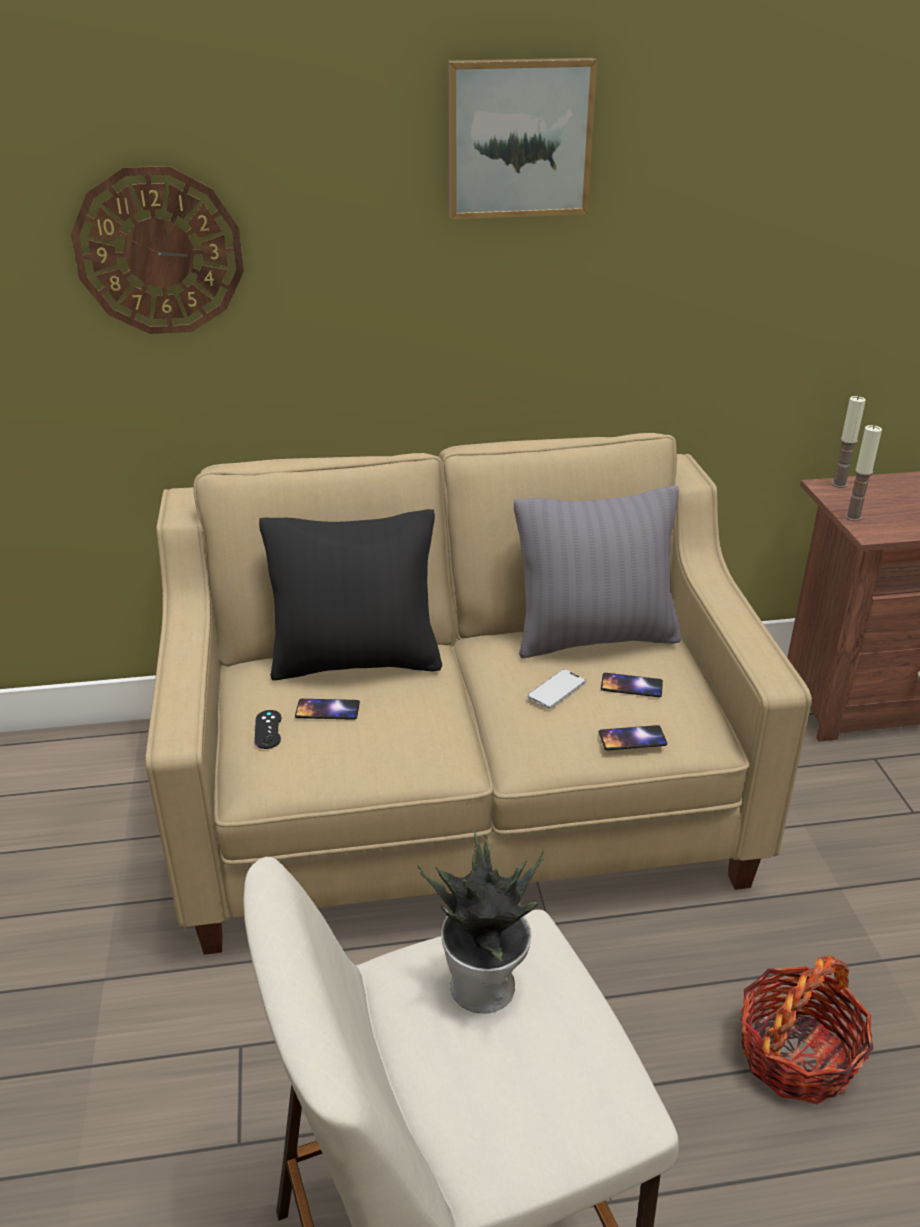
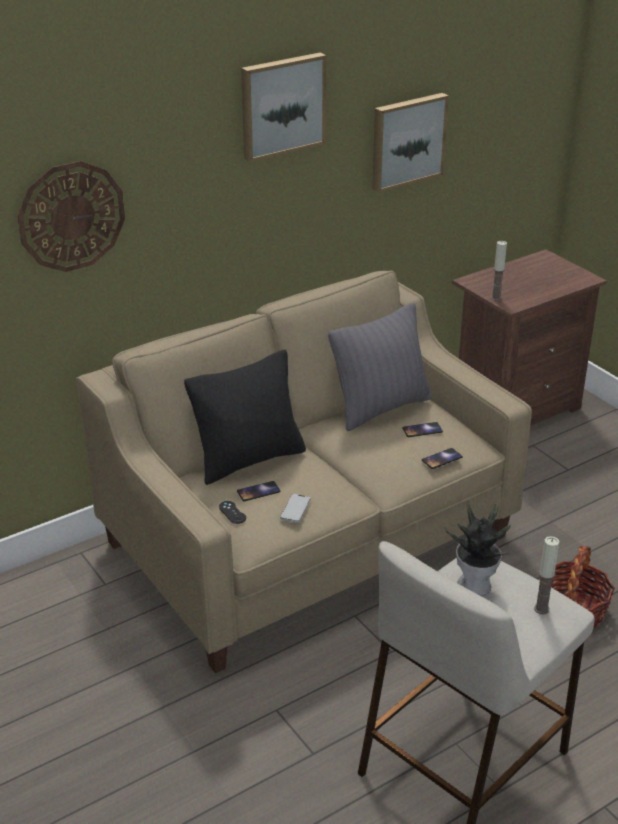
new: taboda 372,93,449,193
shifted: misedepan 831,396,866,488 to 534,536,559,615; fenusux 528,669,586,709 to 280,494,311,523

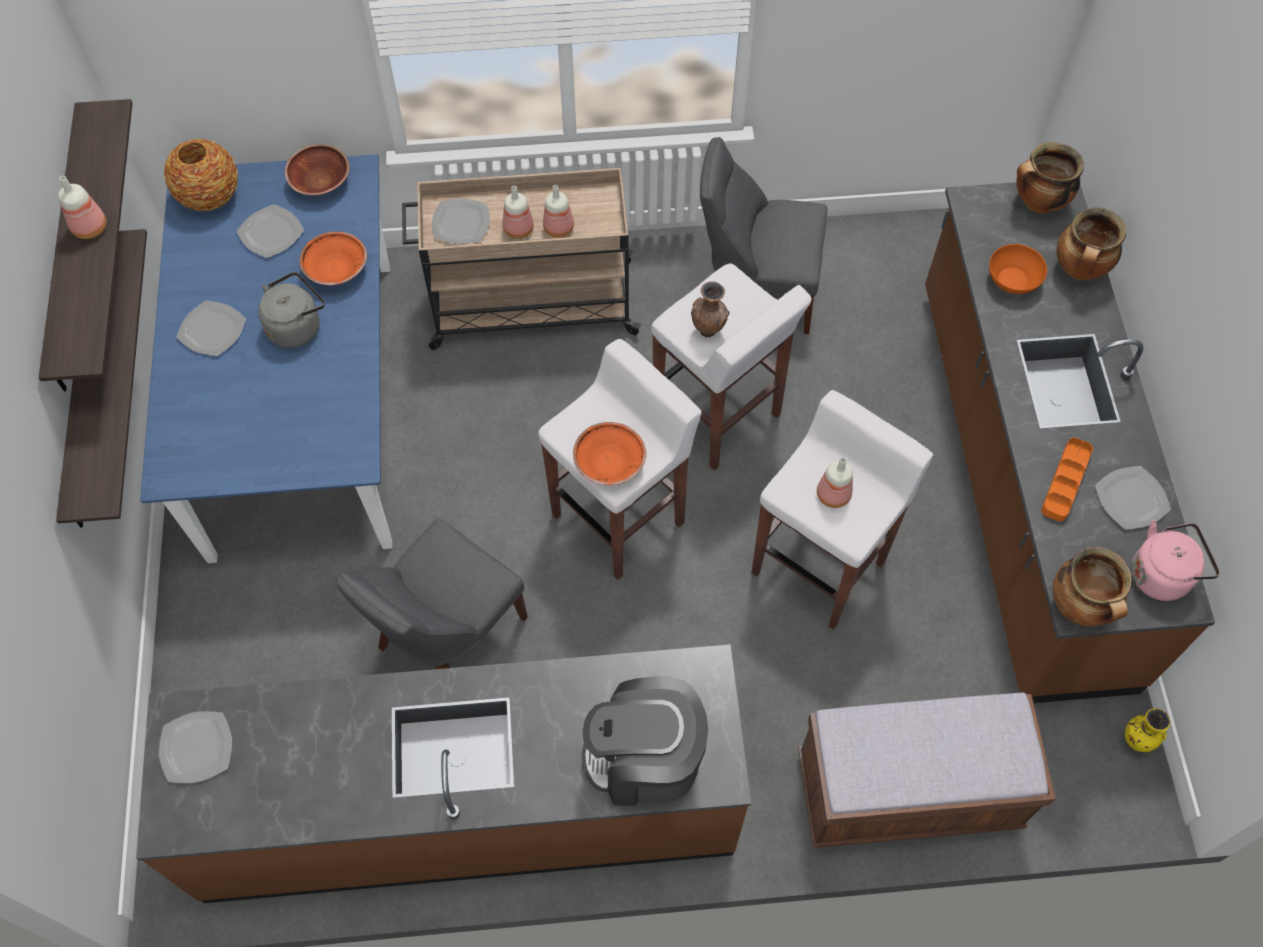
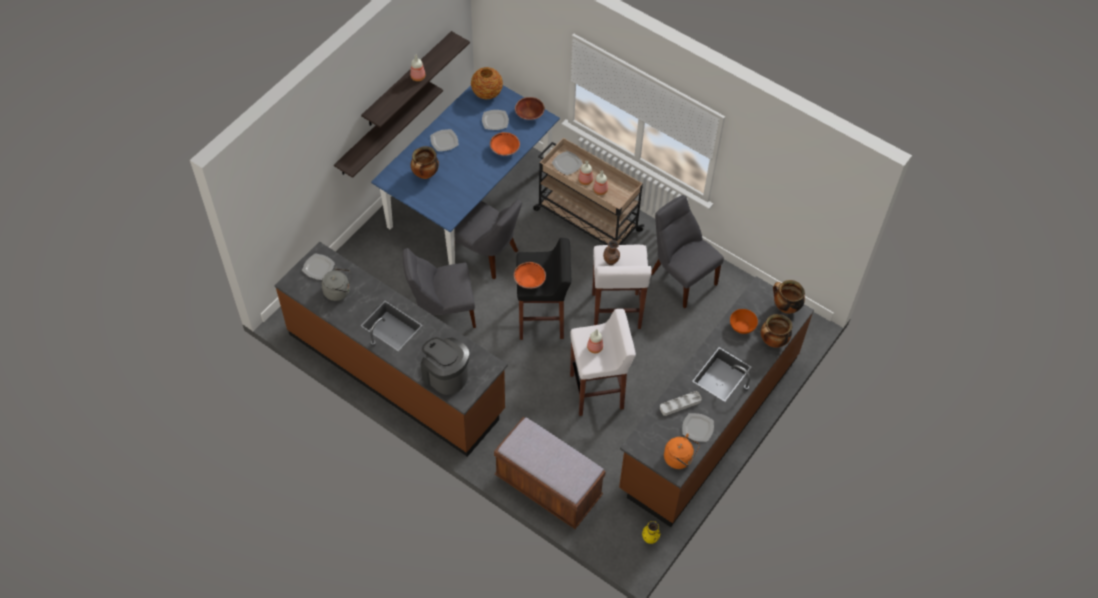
new: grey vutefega 454,199,522,279
shifted: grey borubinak 258,272,325,348 to 321,266,351,301; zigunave 1053,547,1132,627 to 411,146,439,179
repainted: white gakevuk 538,339,702,580 to black gakevuk 516,238,571,340; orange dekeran 1041,438,1093,521 to grey dekeran 660,391,702,416; pink borubinak 1131,520,1220,601 to orange borubinak 664,433,700,469

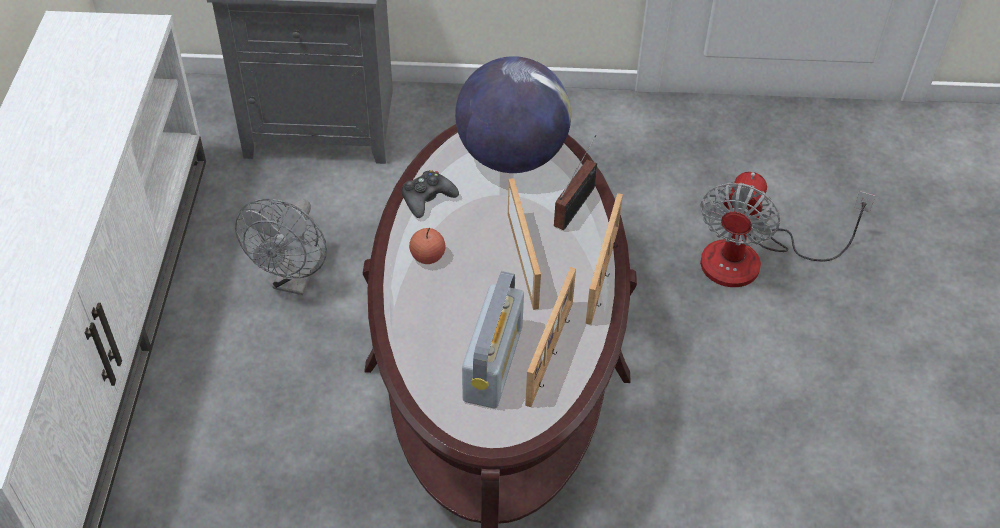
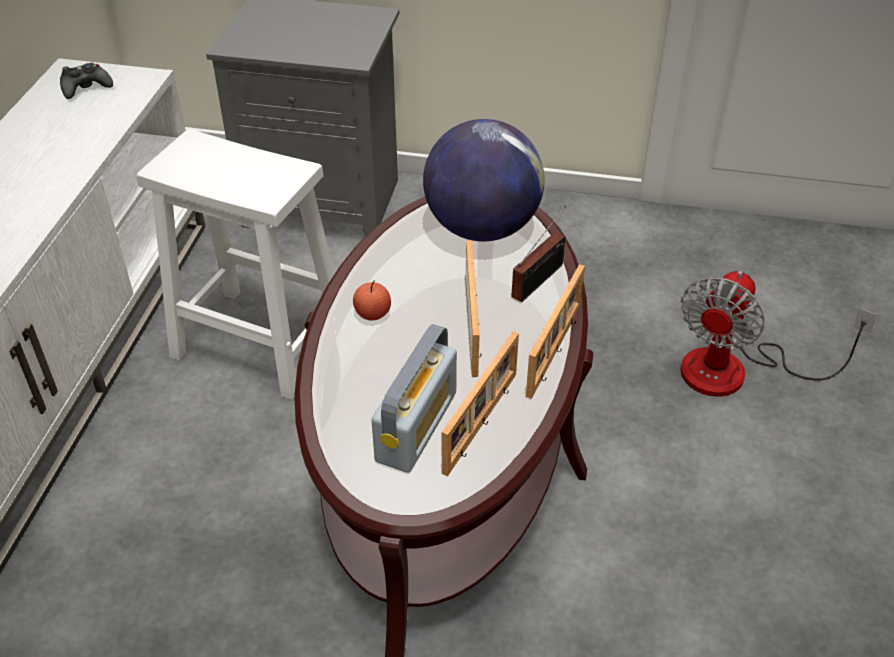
shifted: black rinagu 402,170,459,218 to 60,62,113,99
swapped: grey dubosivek 235,199,327,295 to white gakevuk 137,129,334,400

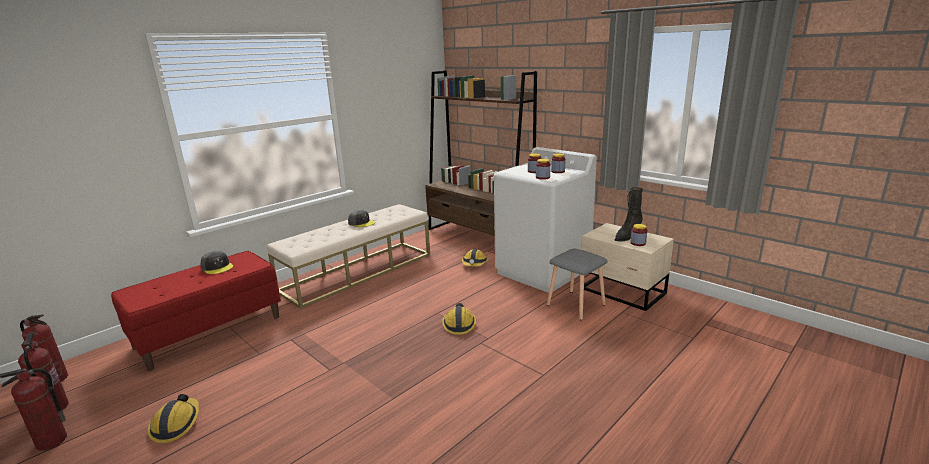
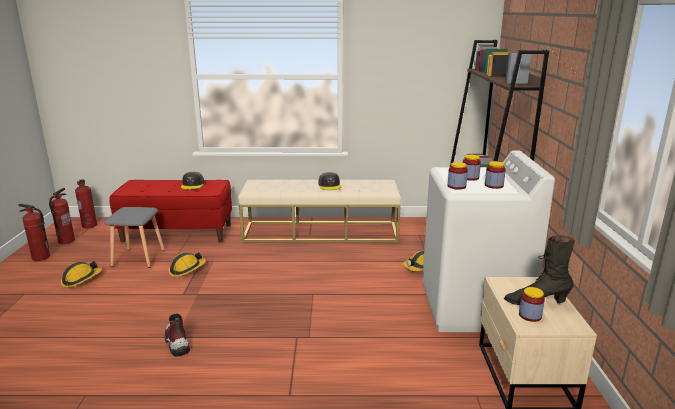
new: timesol 165,313,190,357
shifted: grey gakevuk 547,248,607,320 to 104,207,165,268; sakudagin 442,303,476,335 to 169,252,206,277

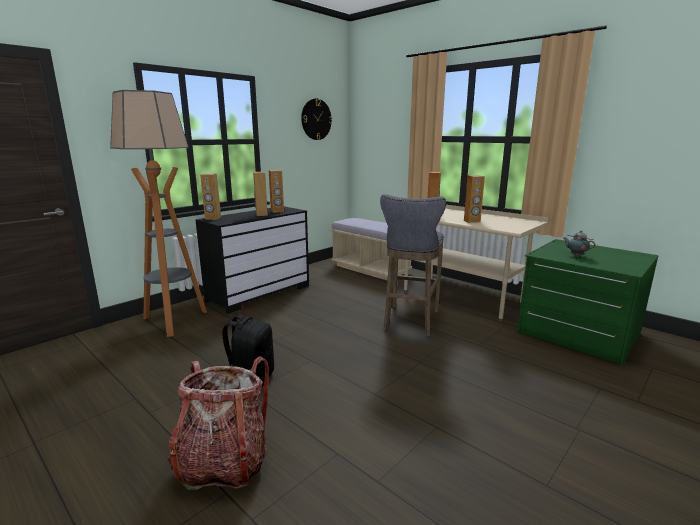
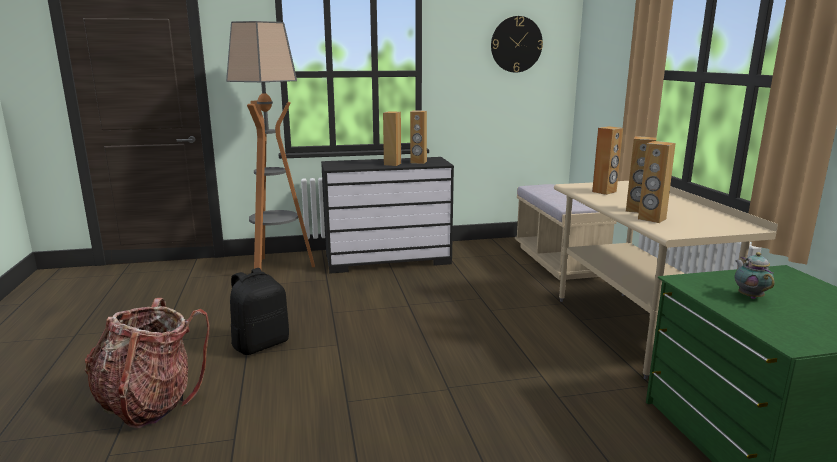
gone: grey gakevuk 380,194,446,336
shifted: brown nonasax 200,173,221,220 to 638,141,676,223

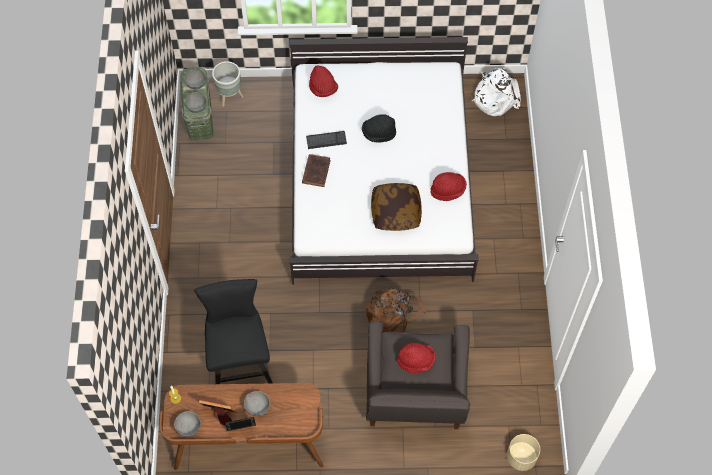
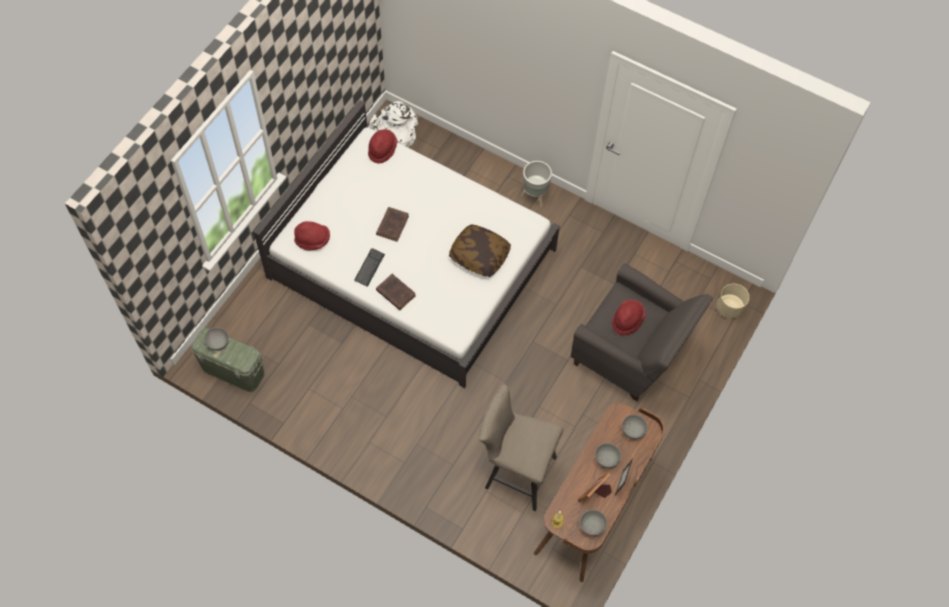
gone: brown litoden 365,288,427,332
shifted: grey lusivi 212,61,243,107 to 521,161,552,207; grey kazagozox 185,93,207,113 to 622,415,648,439; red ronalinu 430,172,467,201 to 368,129,397,164
swapped: black ronalinu 362,114,396,143 to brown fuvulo 376,207,409,242
repainted: black gakevuk 194,279,273,384 to beige gakevuk 479,384,563,511

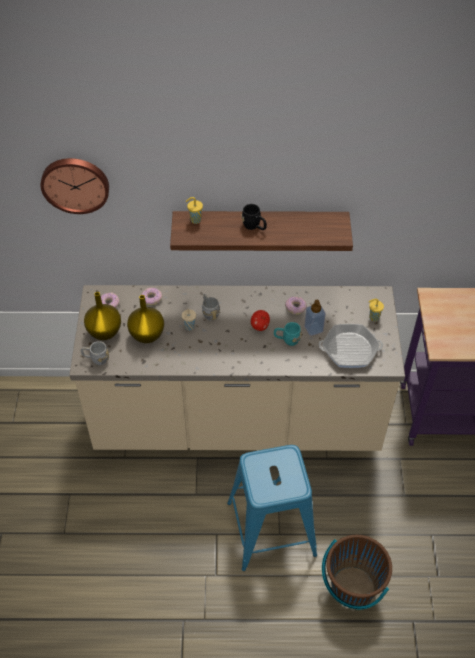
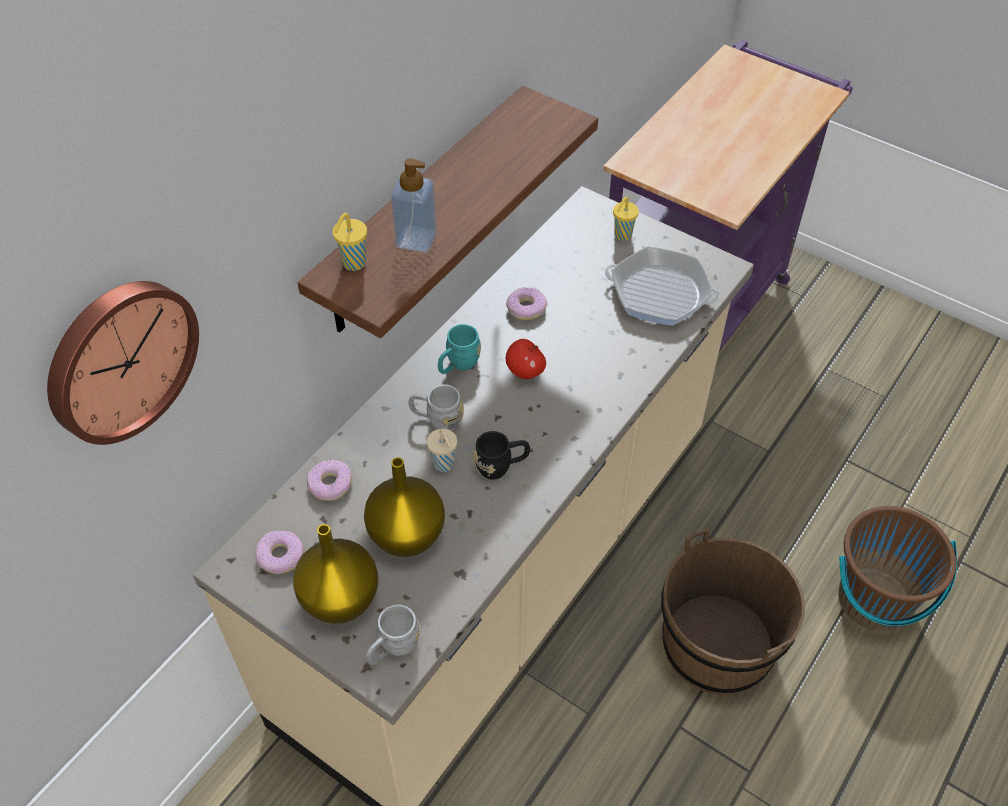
shifted: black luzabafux 242,204,267,230 to 473,431,530,480; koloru 304,300,325,336 to 391,158,437,252; turquoise luzabafux 274,322,302,346 to 438,324,481,374
swapped: blue gakevuk 227,445,317,571 to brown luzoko 661,528,805,695
rotated: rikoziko 319,324,383,368 = 605,246,719,326 105 degrees counterclockwise

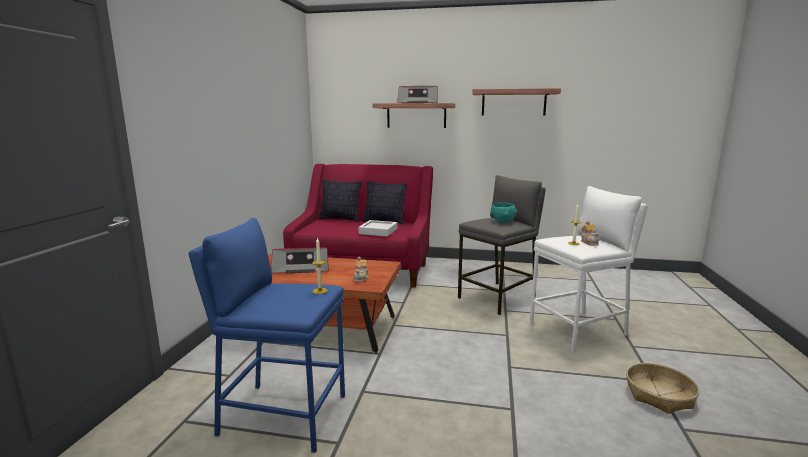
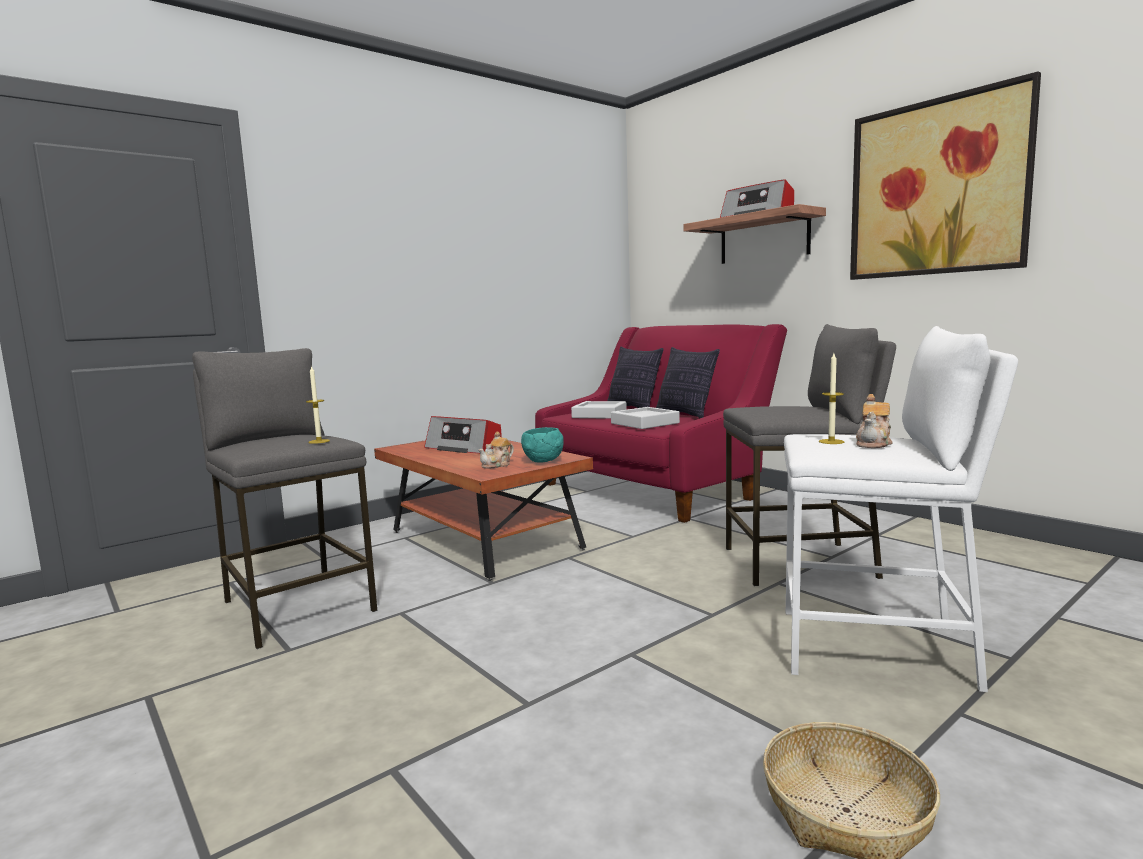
new: grey dekeran 571,401,627,419
shifted: turquoise kazagozox 491,203,517,223 to 521,427,564,463
swapped: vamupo 472,88,561,115 to taboda 850,71,1041,280
repainted: blue gakevuk 189,218,345,453 to grey gakevuk 192,348,378,649

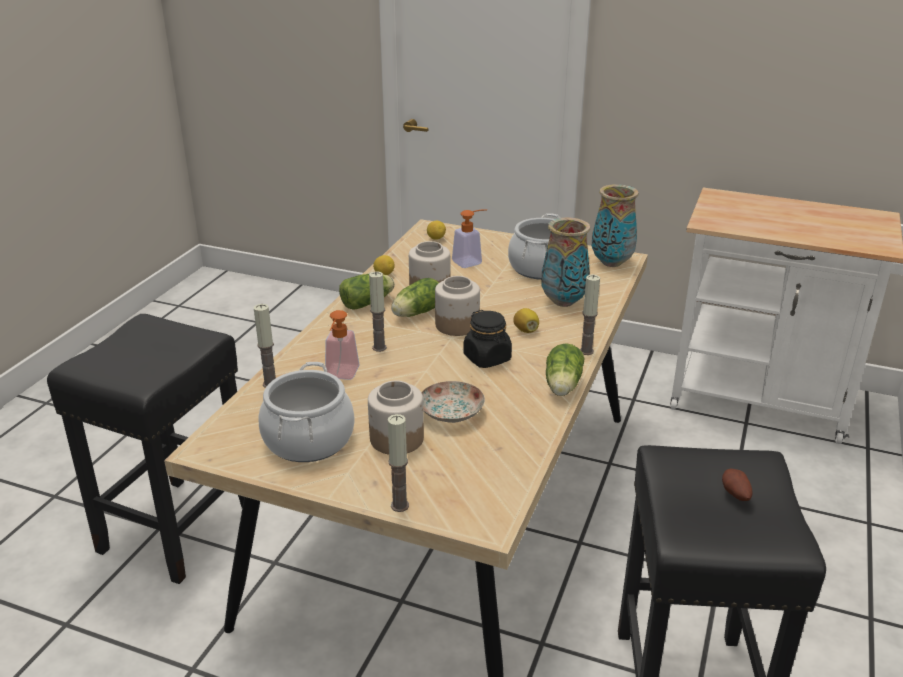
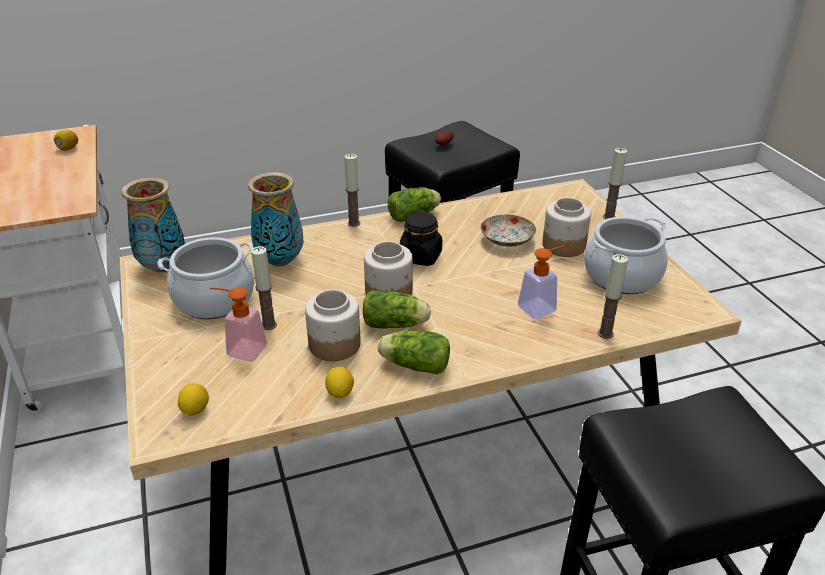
shifted: misedepan 369,271,387,352 to 251,246,277,330; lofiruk 513,308,539,333 to 54,130,78,151

